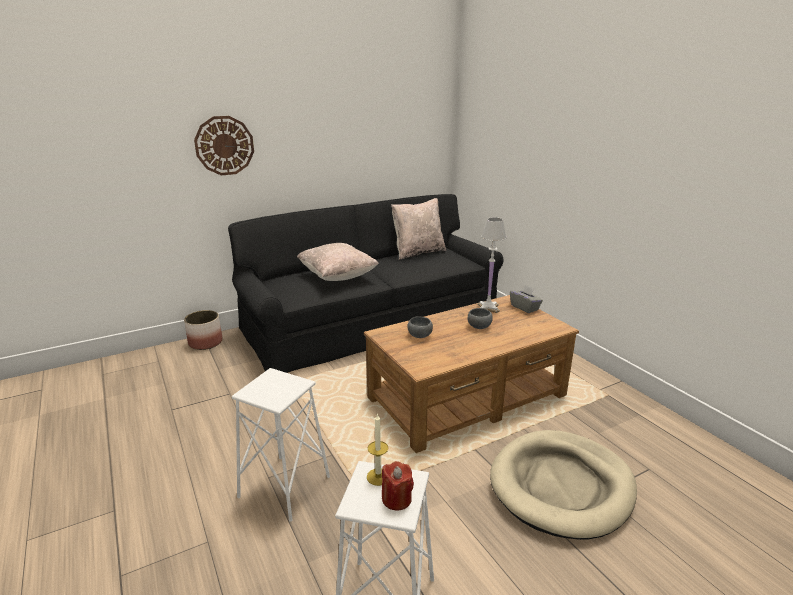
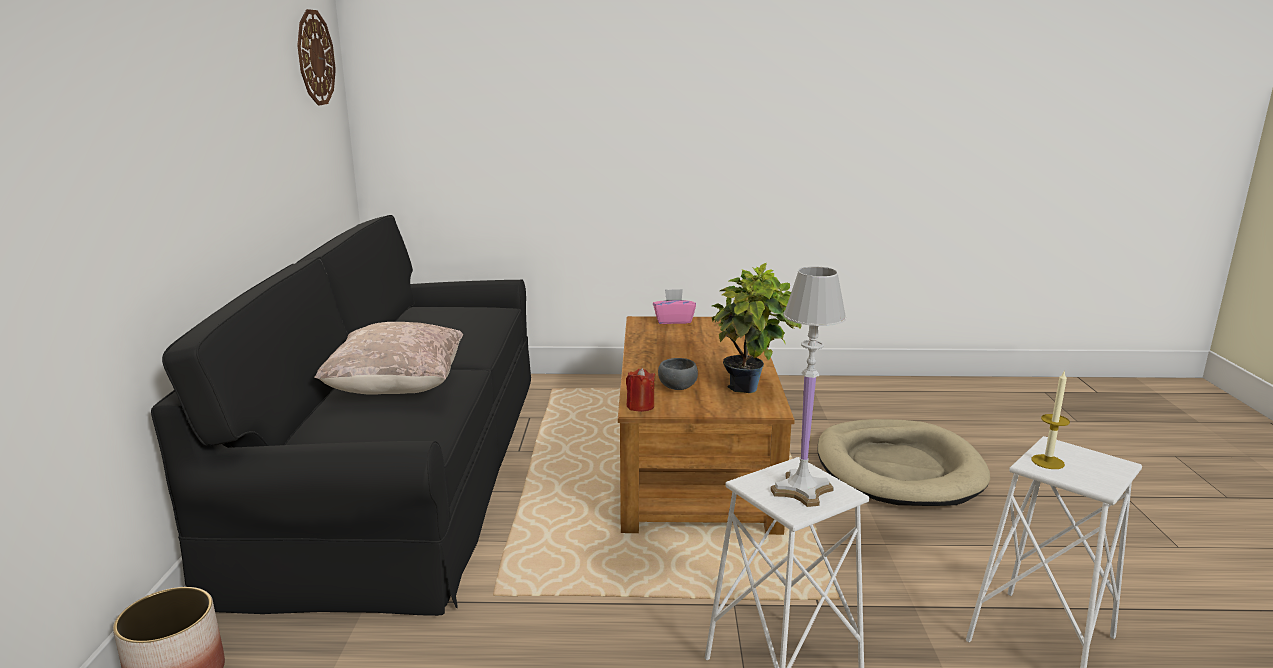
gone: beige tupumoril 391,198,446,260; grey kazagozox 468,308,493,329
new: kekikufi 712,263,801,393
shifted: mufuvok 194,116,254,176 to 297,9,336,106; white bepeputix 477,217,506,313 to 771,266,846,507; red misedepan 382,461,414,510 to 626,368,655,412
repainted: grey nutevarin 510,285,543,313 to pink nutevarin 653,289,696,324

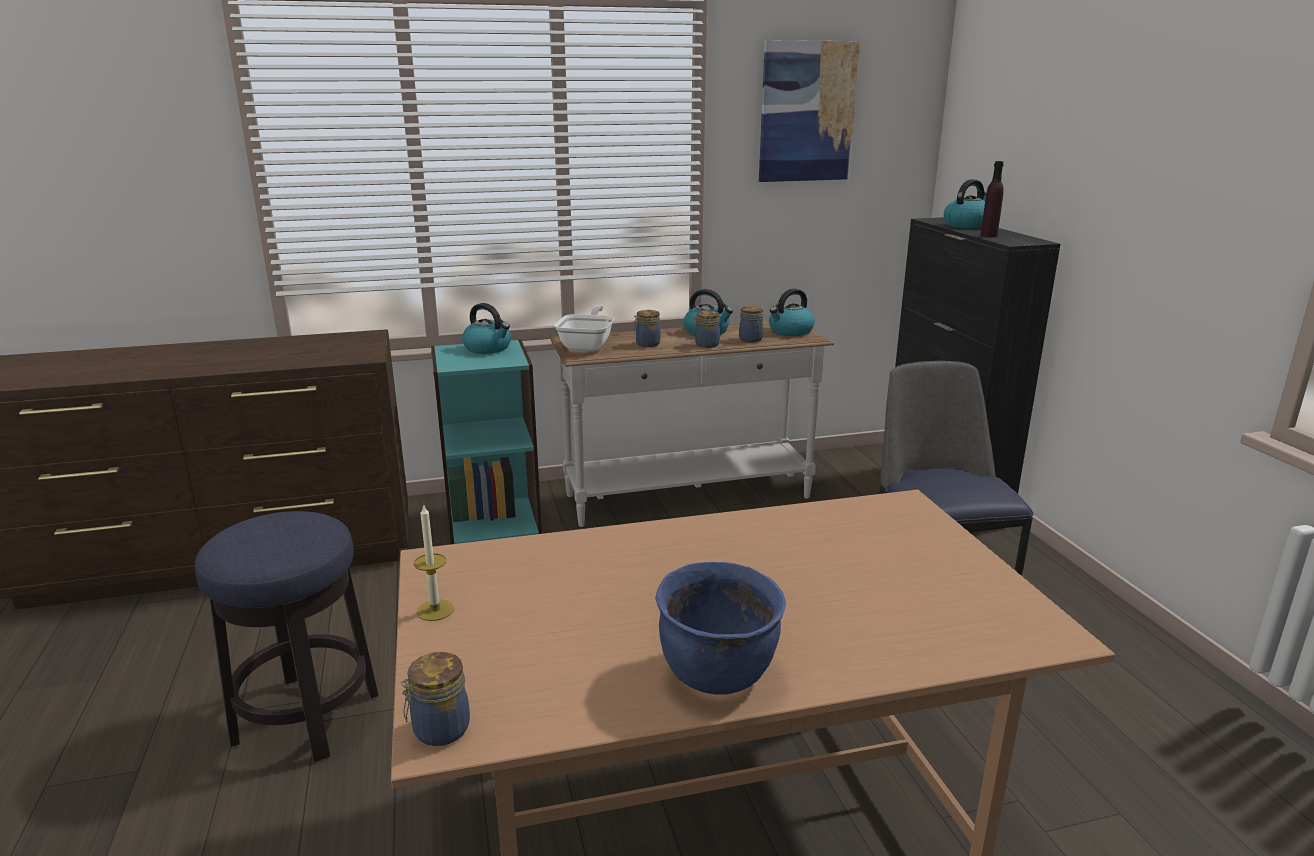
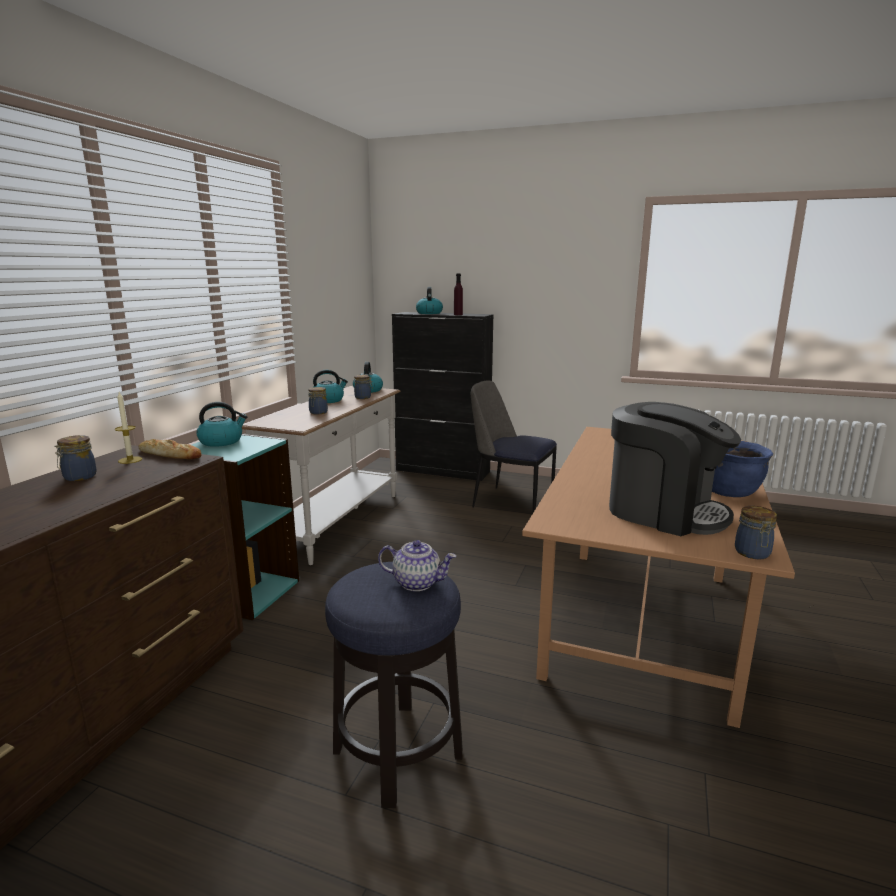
gone: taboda 759,40,860,182; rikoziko 555,305,615,352
new: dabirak 609,402,741,536; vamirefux 138,439,201,459; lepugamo 378,540,456,591
shifted: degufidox 693,310,720,348 to 54,435,97,481; misedepan 414,504,454,621 to 114,392,143,464

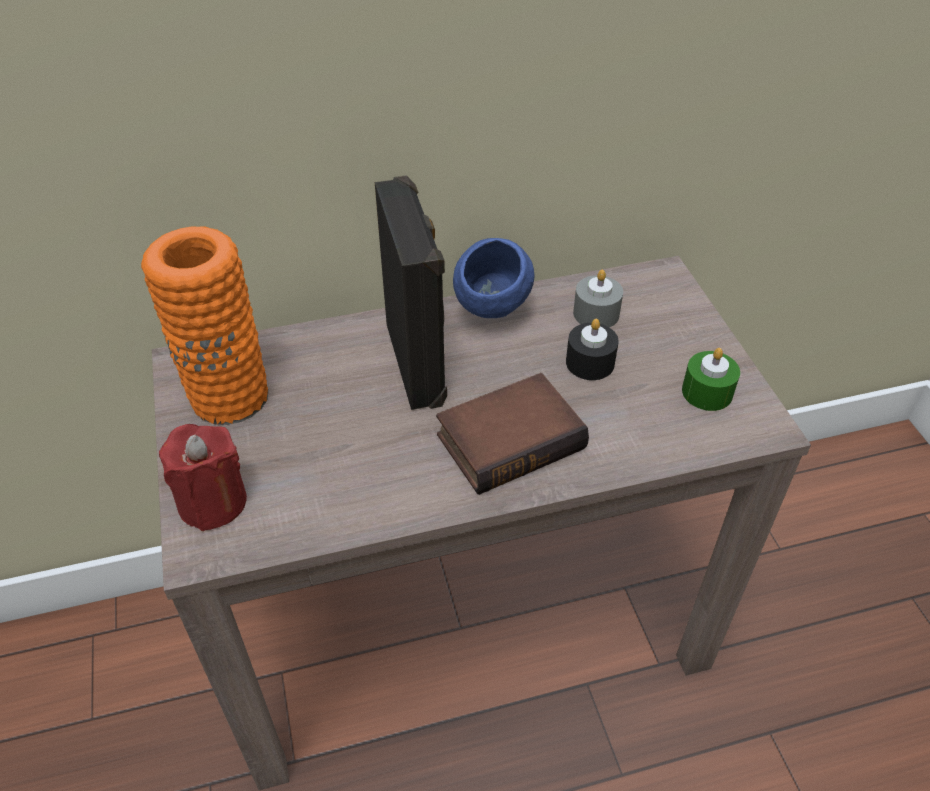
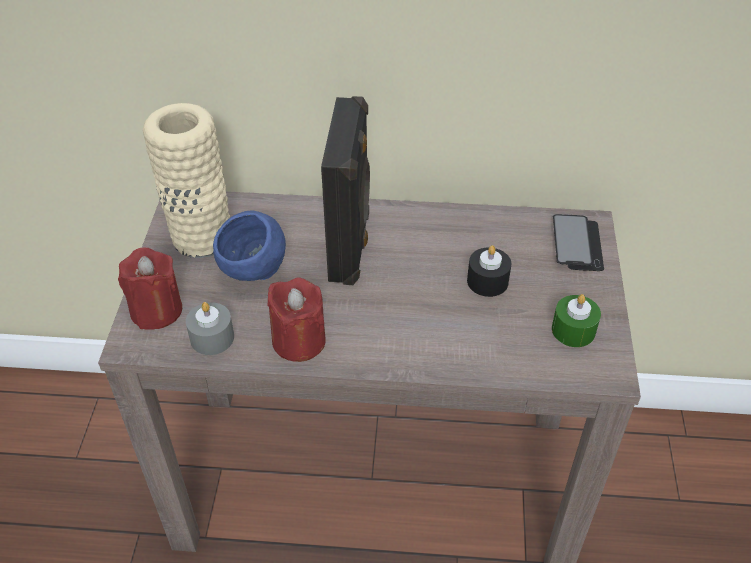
gone: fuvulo 436,373,589,495
new: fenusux 553,214,604,271; red misedepan 267,278,326,362
shifted: blue kazagozox 453,238,535,318 to 213,210,286,281; grey misedepan 573,270,623,327 to 186,302,234,355
repainted: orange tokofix 141,227,268,425 to beige tokofix 143,103,230,258

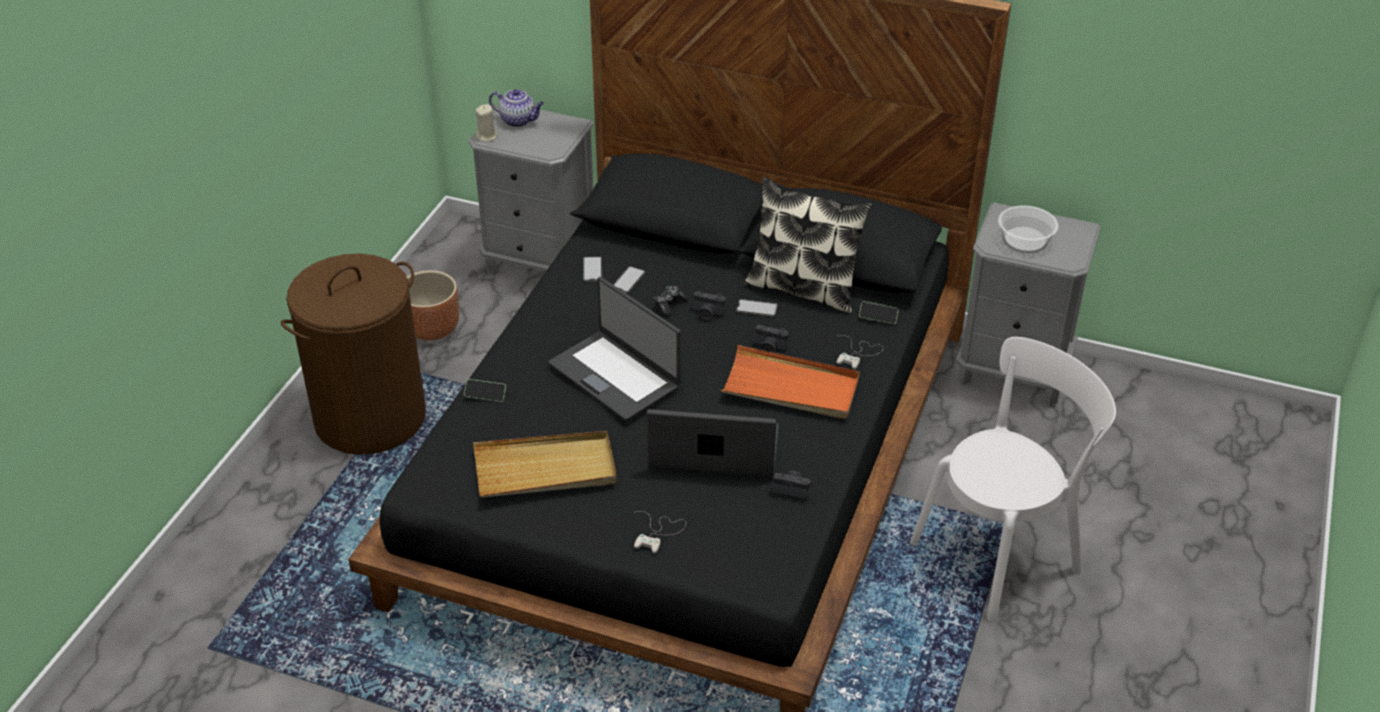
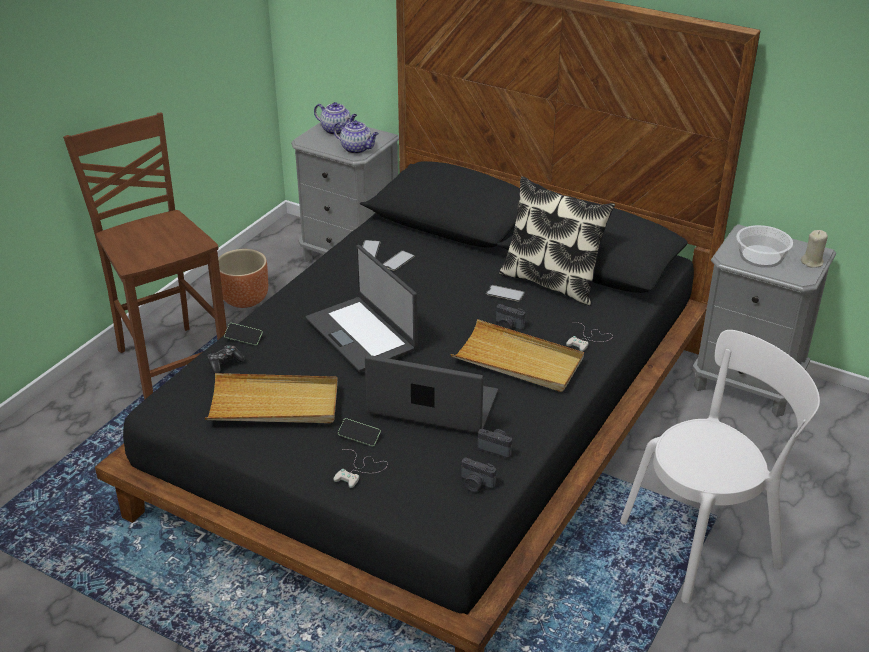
new: lepugamo 333,120,379,154
shifted: beige misedepan 475,104,498,142 to 801,230,828,268; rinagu 654,286,688,316 to 208,345,245,374; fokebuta 693,291,725,320 to 461,458,496,492; fenusux 859,301,899,324 to 338,418,381,447
swapped: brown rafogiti 281,254,426,455 to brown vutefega 63,112,227,400
repainted: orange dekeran 720,345,860,419 to beige dekeran 451,319,584,392

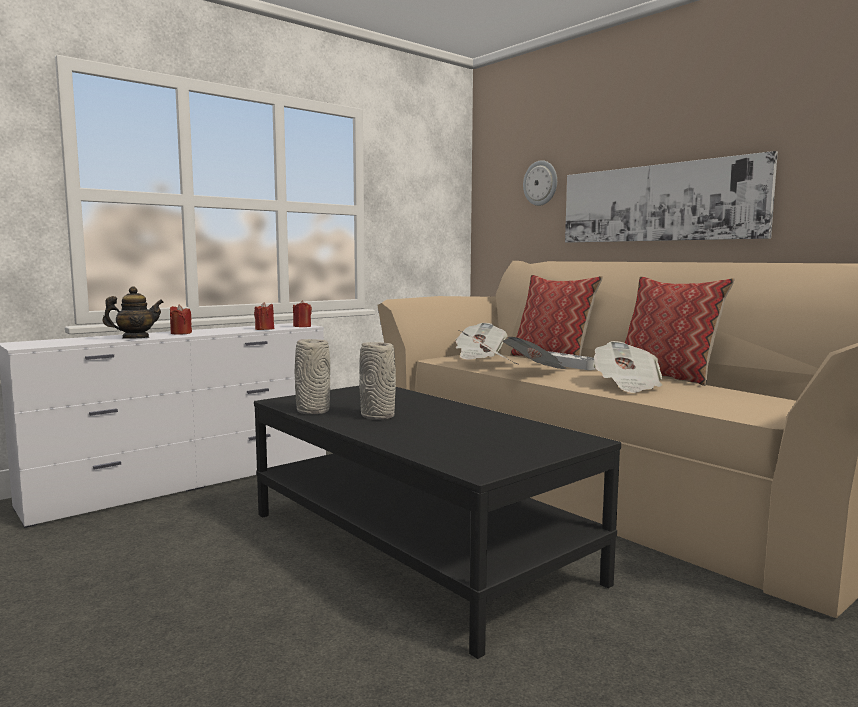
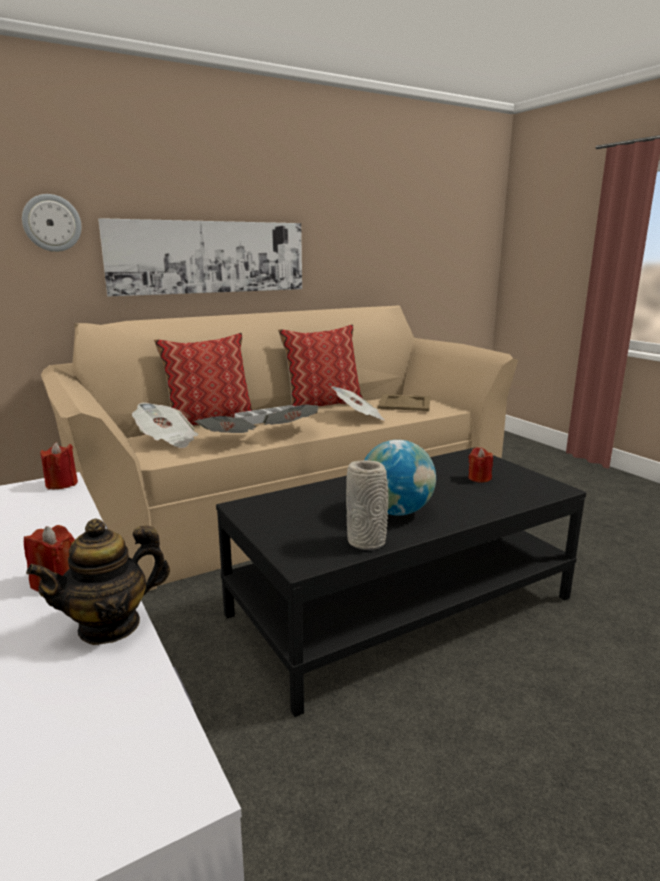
new: beige dekeran 378,394,431,411
shifted: red misedepan 254,302,274,330 to 468,447,493,482
swapped: grey tokofix 359,342,396,420 to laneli 364,440,436,516
rotated: lepugamo 102,287,164,339 = 26,519,170,645 105 degrees counterclockwise

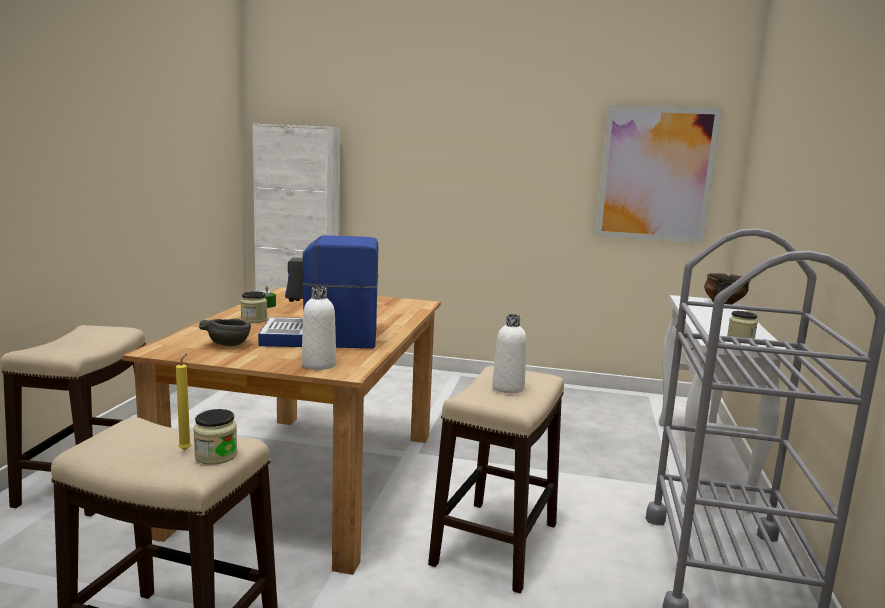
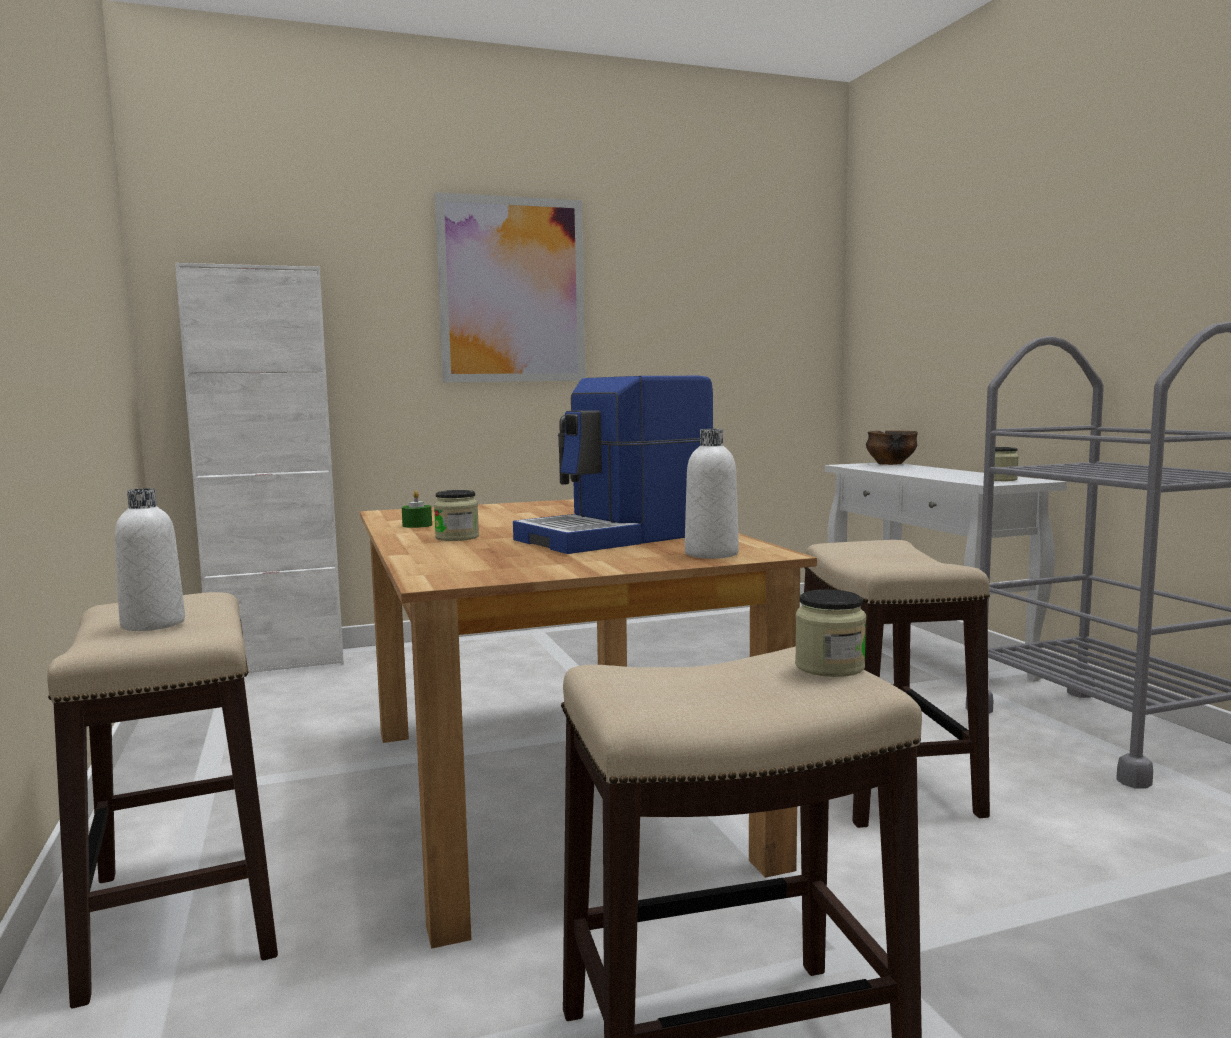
gone: grey kazagozox 199,319,251,346; yellow misedepan 176,353,191,450
shifted: taboda 595,105,722,244 to 435,192,586,382; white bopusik 492,314,527,393 to 115,488,185,631

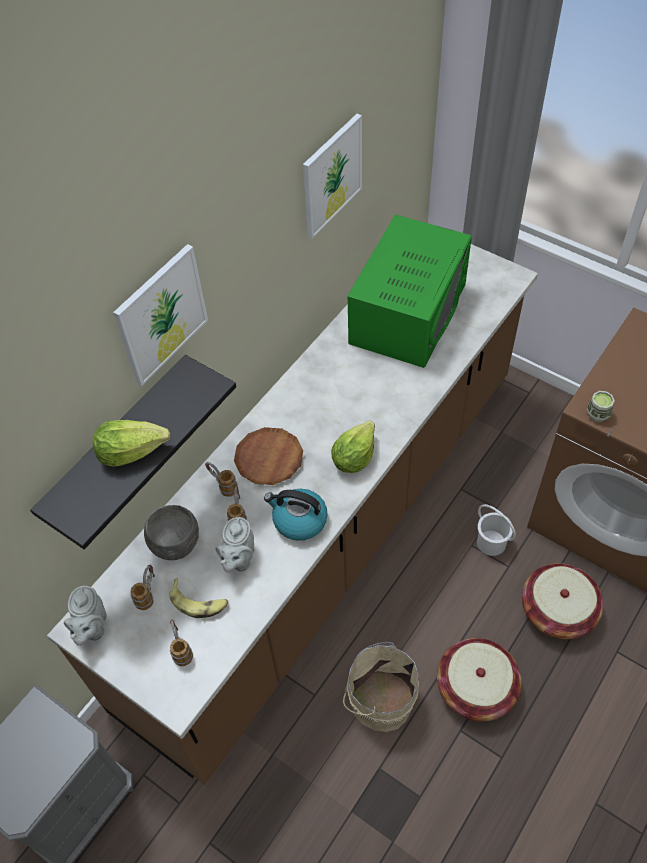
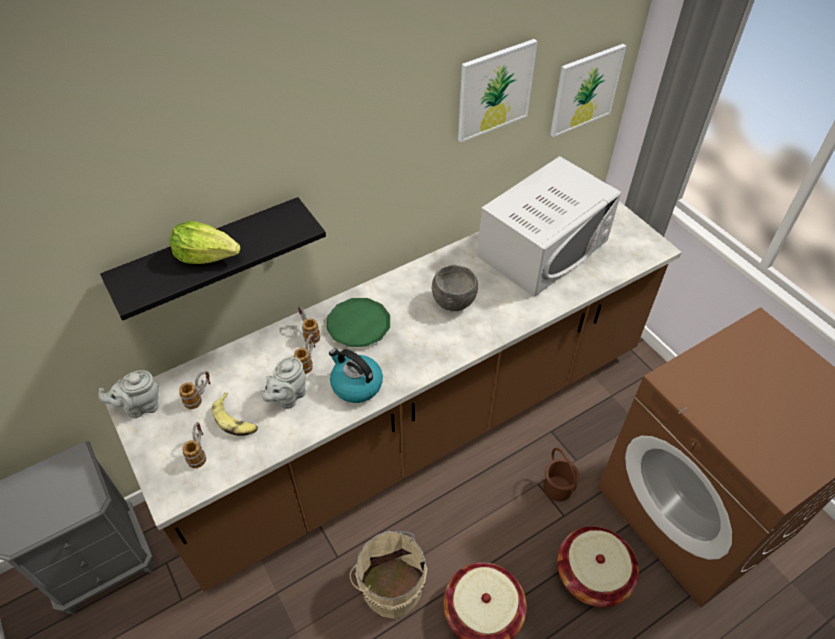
gone: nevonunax 587,391,615,422; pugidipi 331,421,375,473
shifted: taboda 113,244,208,386 to 550,44,626,137; grey kazagozox 144,505,199,560 to 432,265,478,311
repainted: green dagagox 348,215,472,368 to white dagagox 477,156,621,297; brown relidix 234,427,303,485 to green relidix 326,298,390,347; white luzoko 477,504,516,556 to brown luzoko 543,448,580,502
rotated: grey lepugamo 64,586,107,646 = 98,370,159,418 45 degrees clockwise

